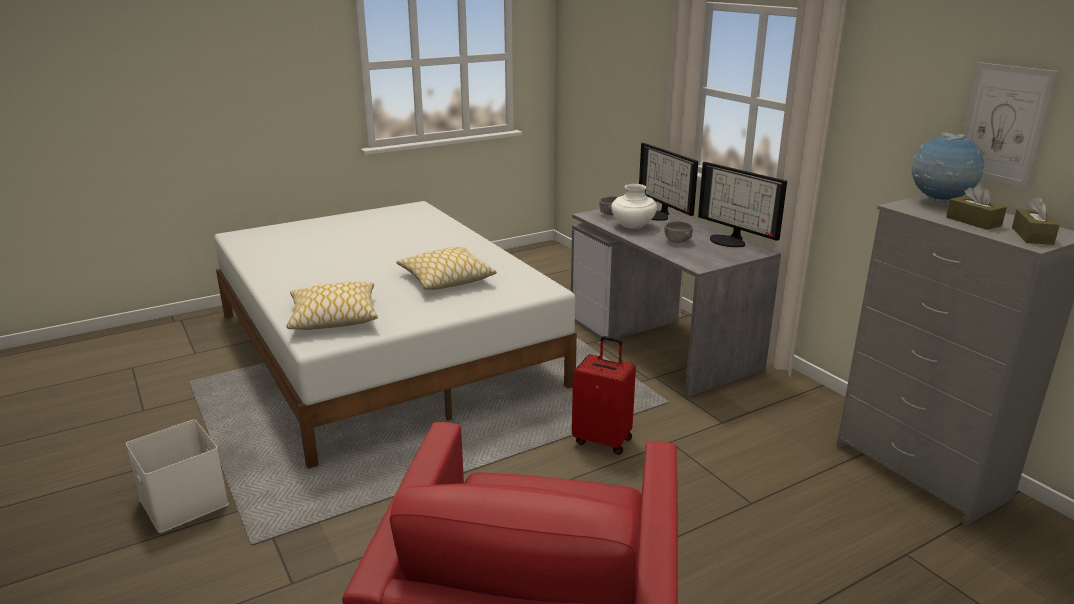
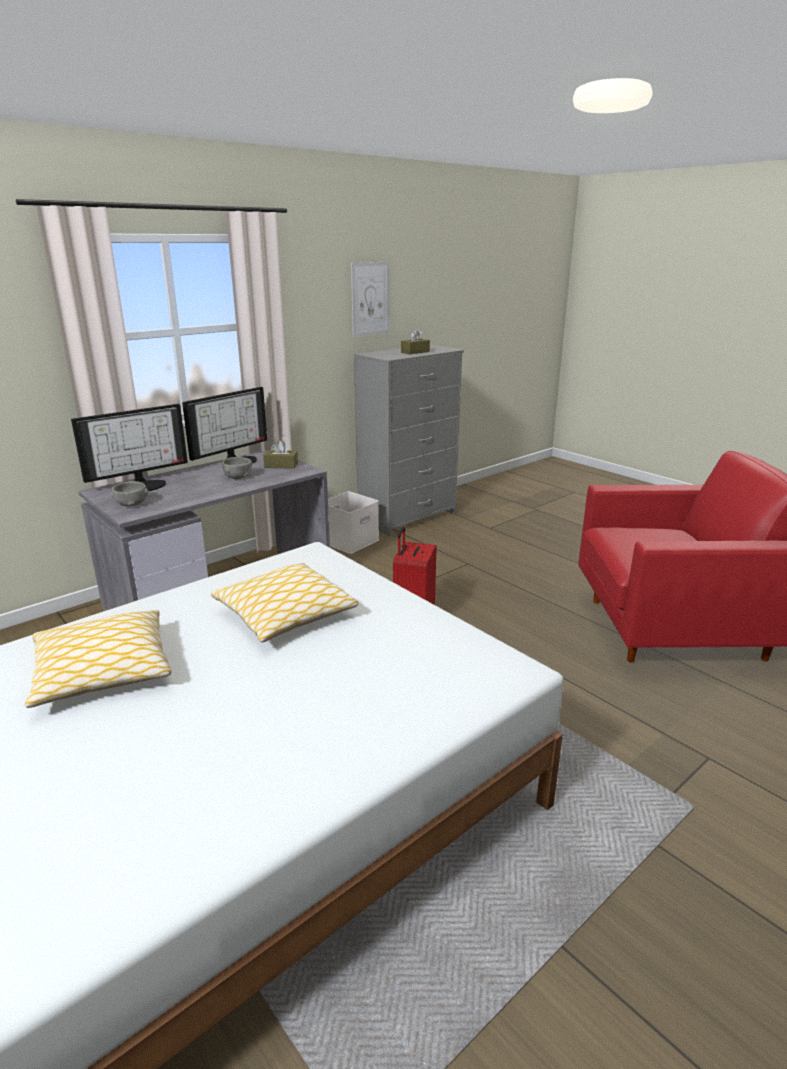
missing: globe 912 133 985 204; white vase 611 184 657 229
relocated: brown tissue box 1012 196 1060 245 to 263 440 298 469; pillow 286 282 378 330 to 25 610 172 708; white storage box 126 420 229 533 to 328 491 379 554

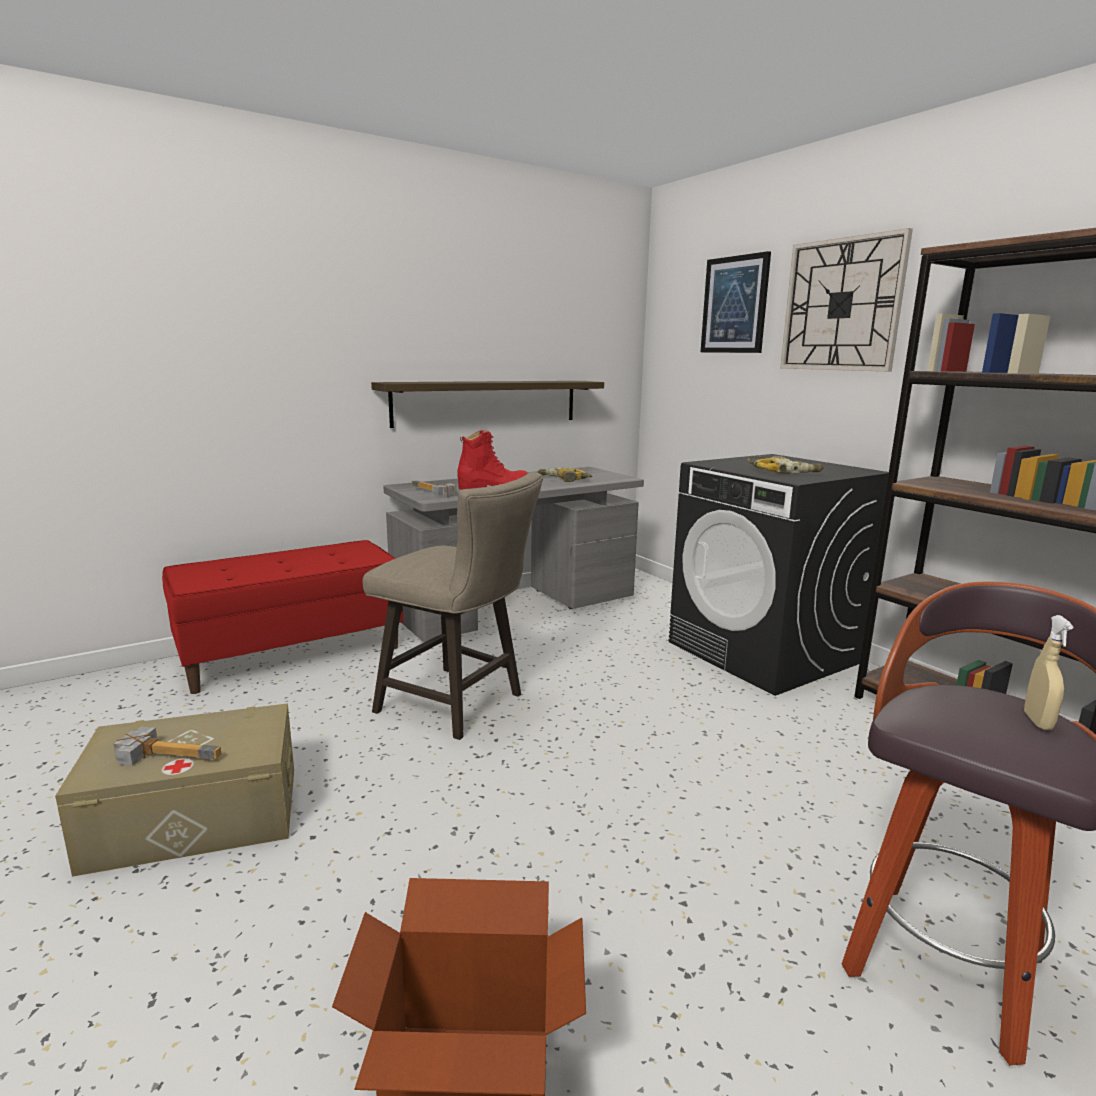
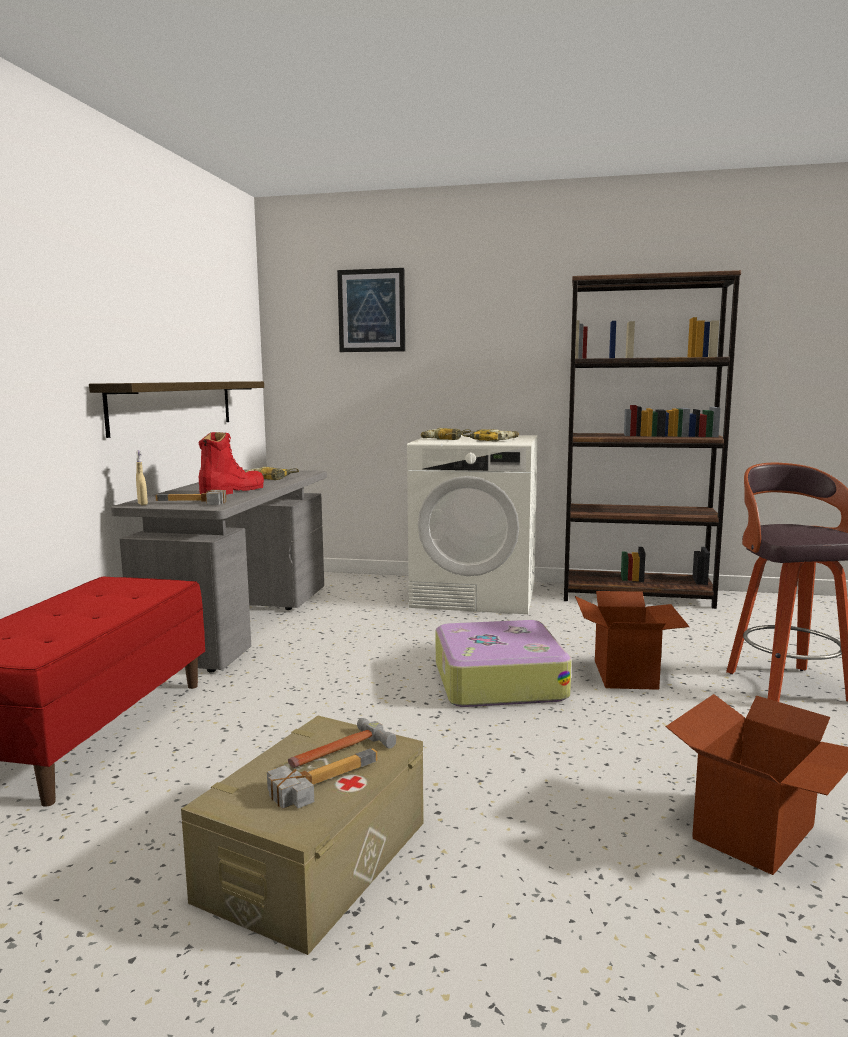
missing: wall clock 780 228 913 372; beige stool 362 472 543 740
appeared: power drill 421 428 471 440; cardboard box 575 591 689 690; suitcase 436 620 572 707; hammer 288 718 397 768
relocated: beige spray bottle 1024 615 1073 730 to 136 450 148 505
colour: black washing machine 669 454 889 696 to white washing machine 407 435 538 614

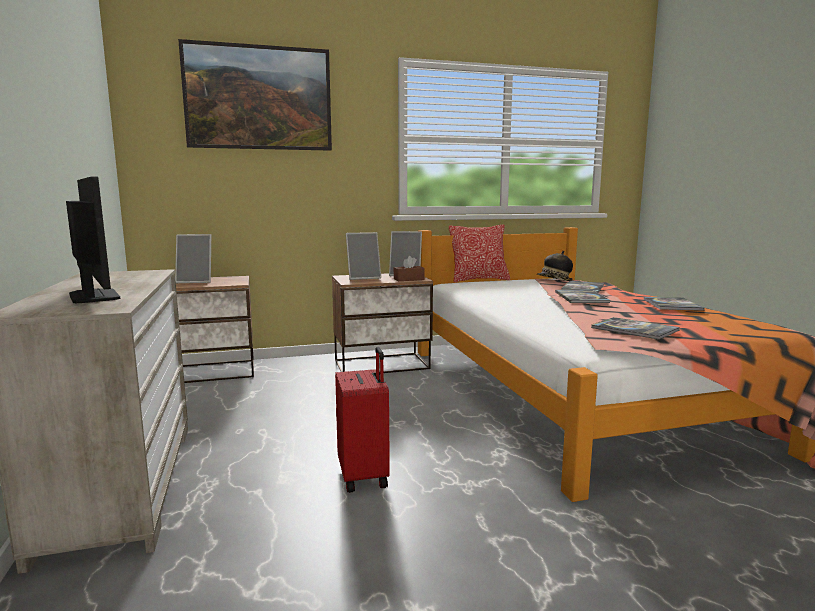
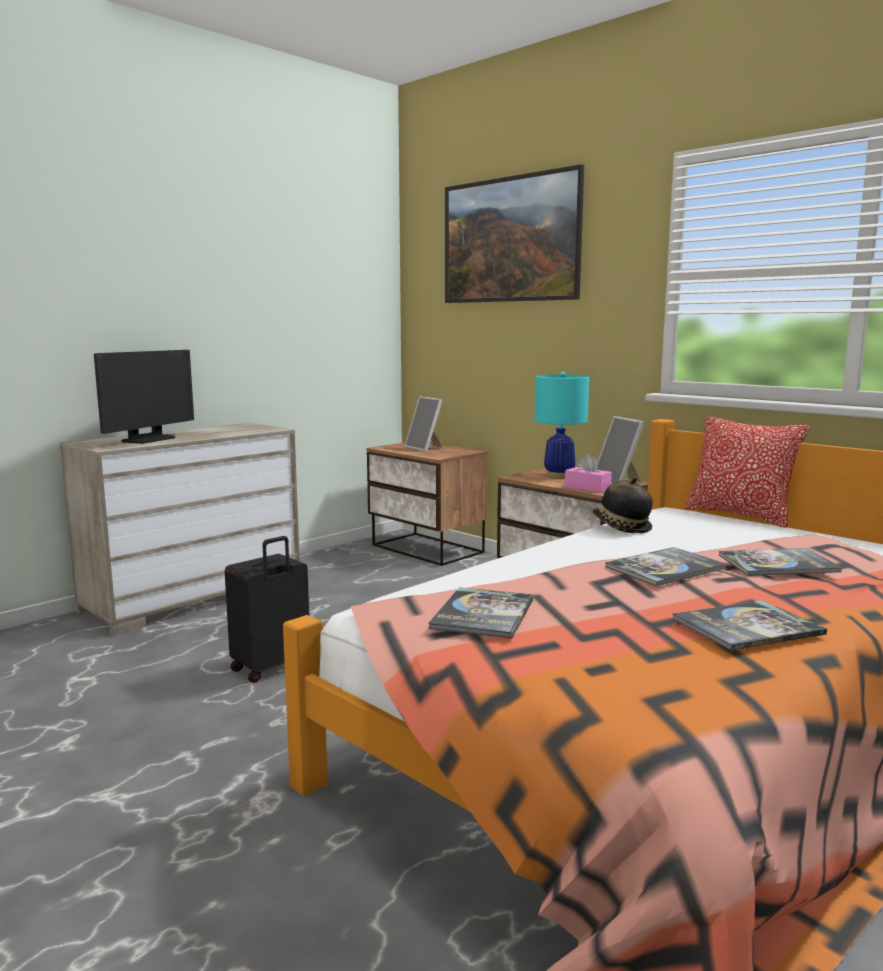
relocated: hat 537 251 573 281 to 592 477 653 533
exchanged: picture frame 346 232 381 280 to turquoise table lamp 535 372 589 478
colour: brown tissue box 394 256 425 281 to pink tissue box 565 454 612 493; red suitcase 335 347 390 493 to black suitcase 225 536 309 683

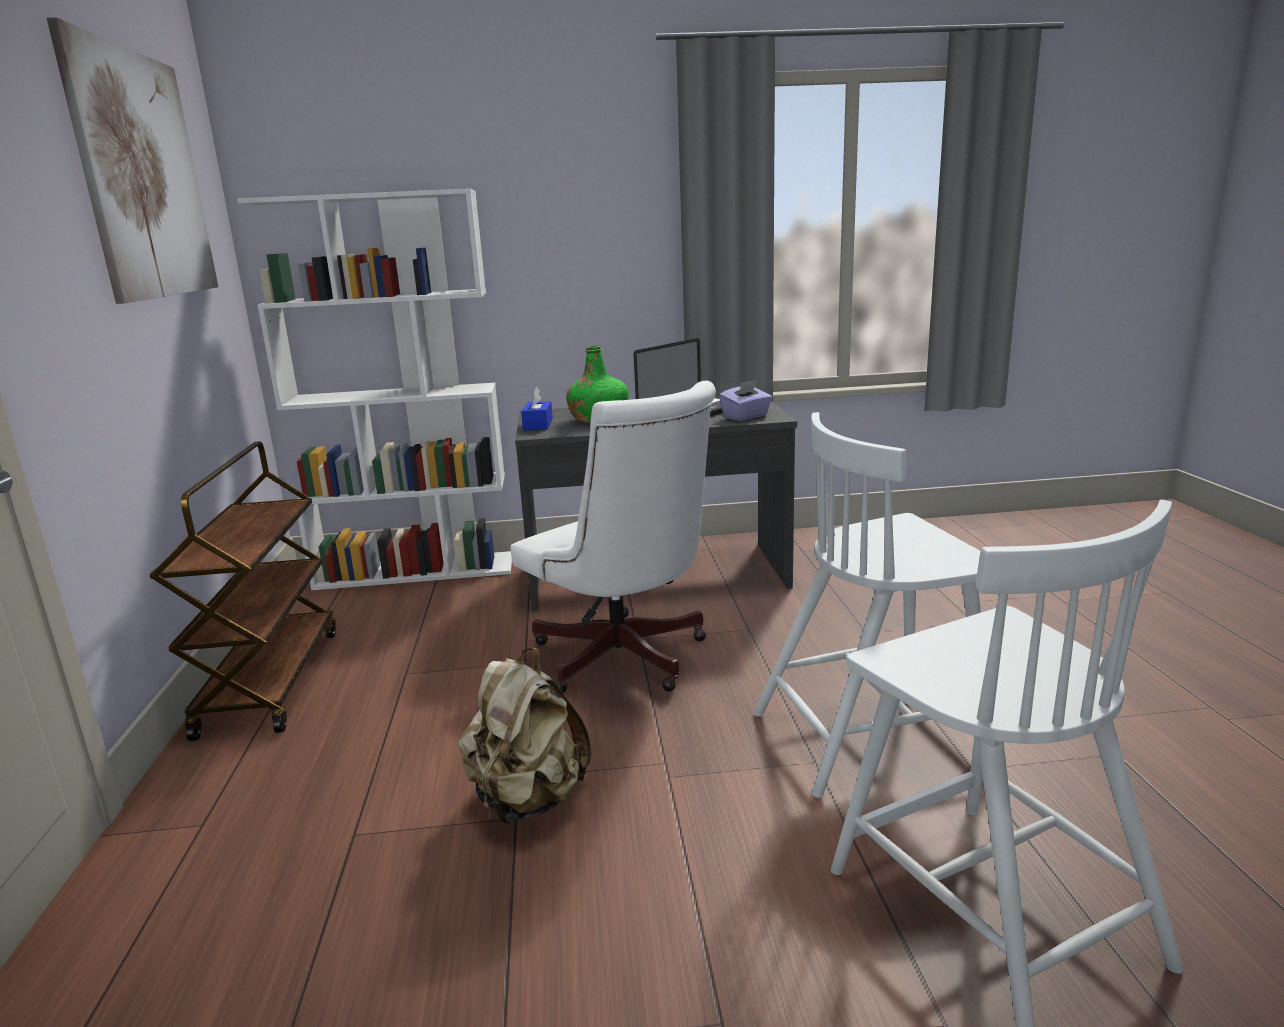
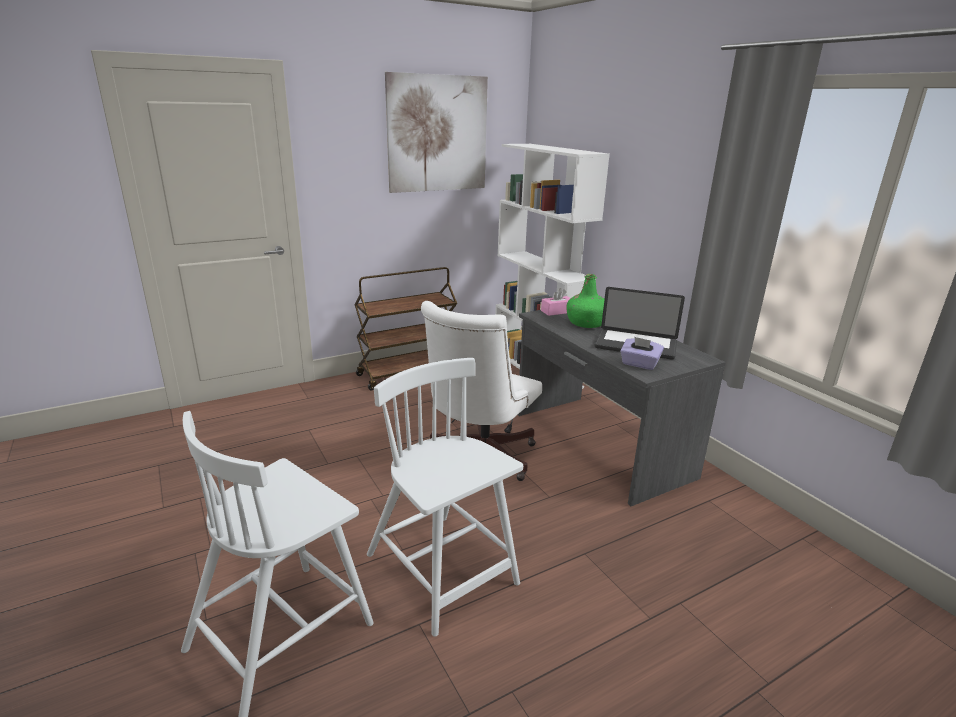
missing: beige backpack 458 648 592 824
colour: blue tissue box 521 387 553 431 to pink tissue box 541 288 571 316

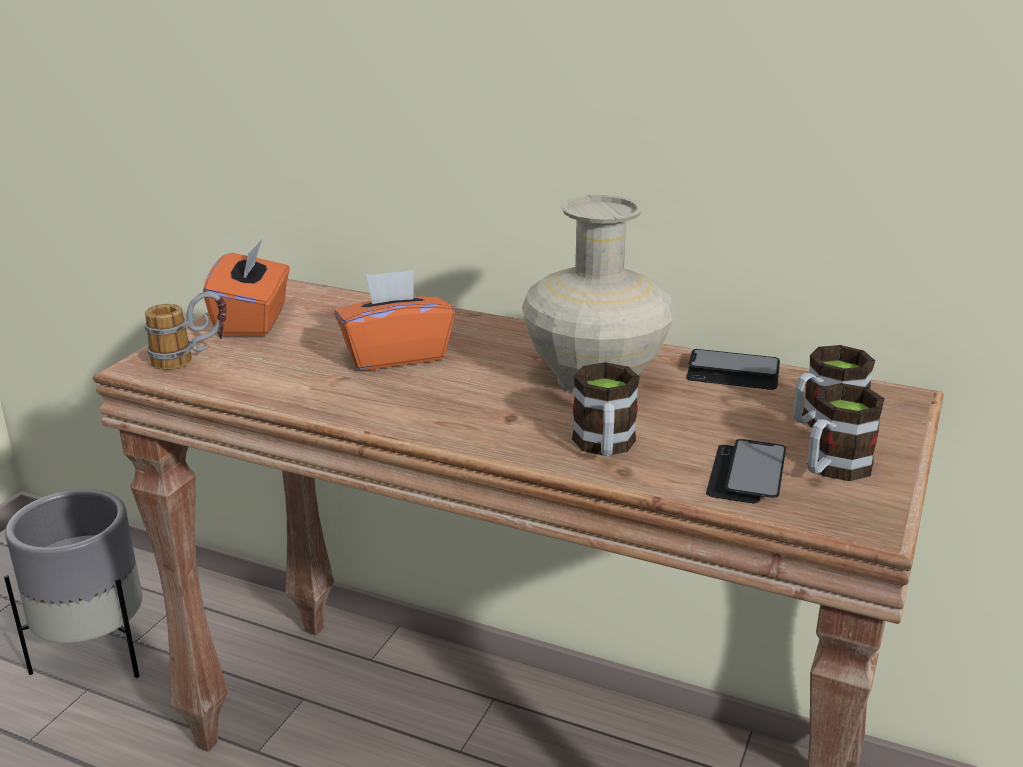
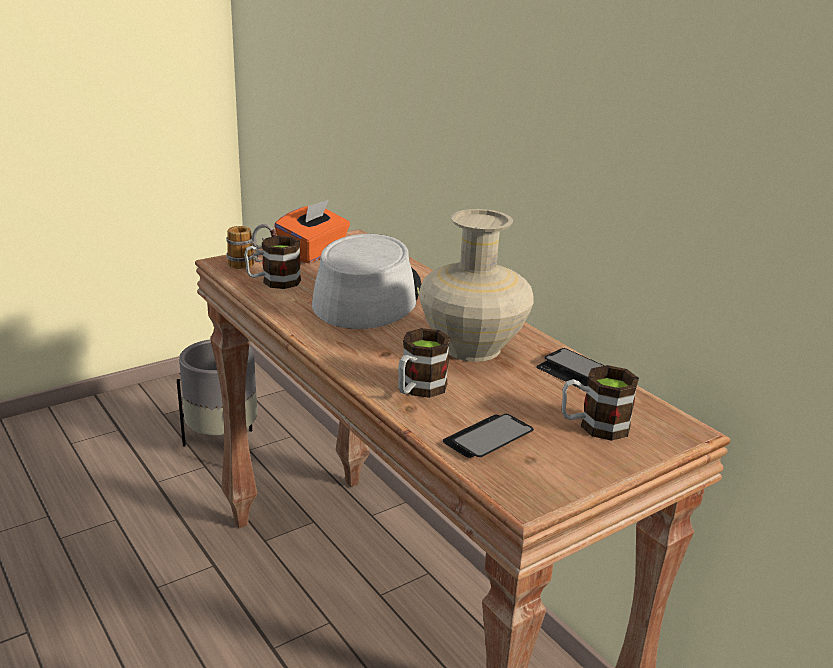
relocated: mug 807 383 885 481 to 244 236 301 289
exchanged: orange tissue box 334 270 455 370 to grey hat 312 234 422 329

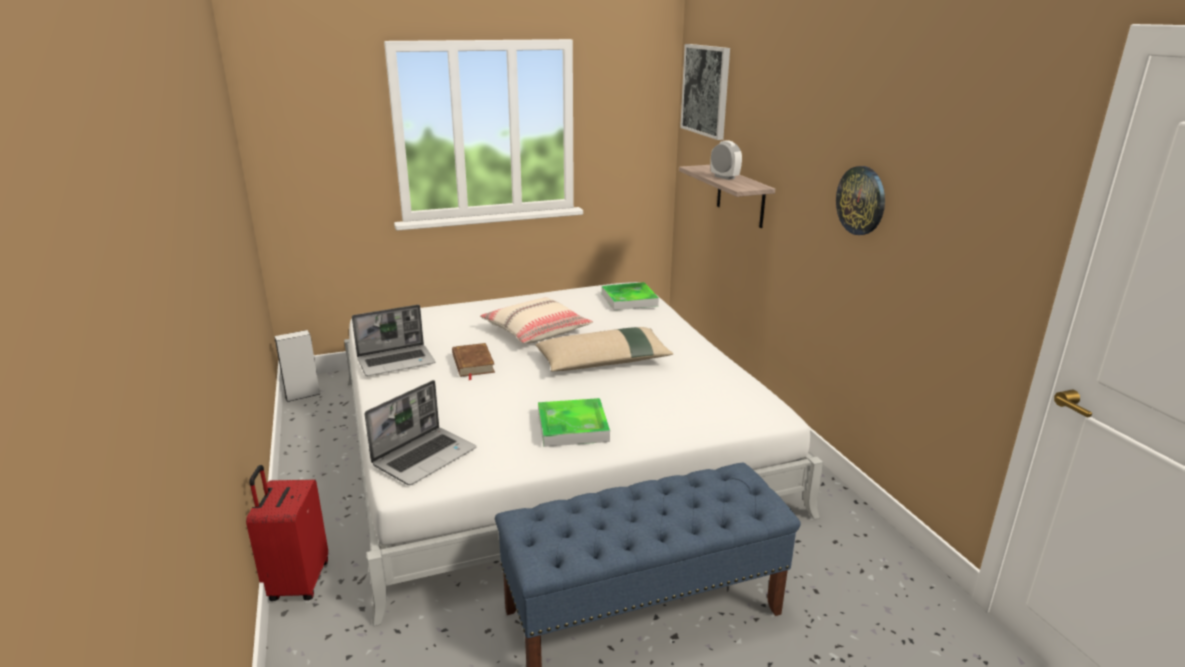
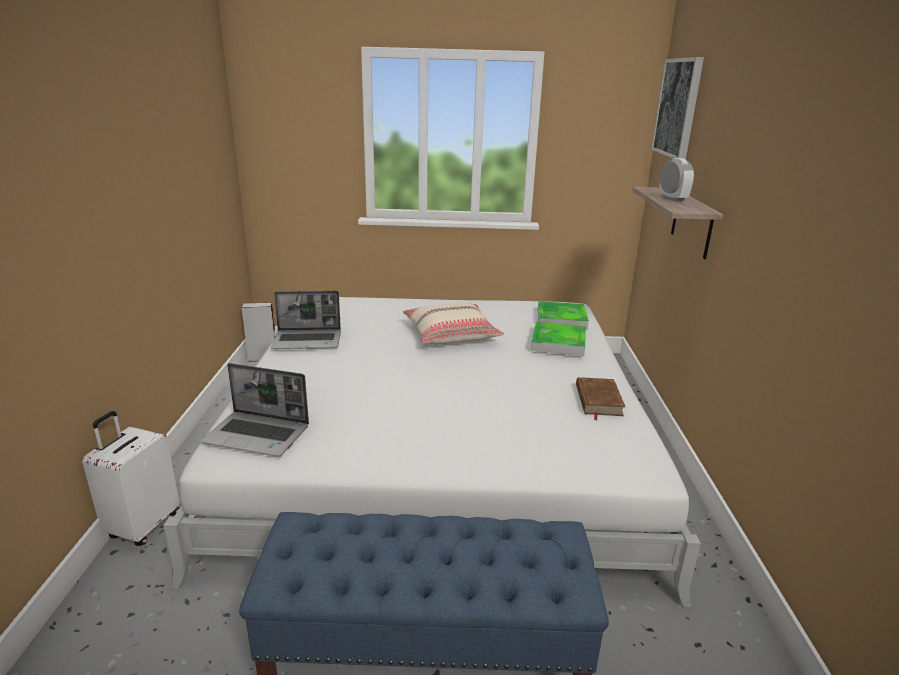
missing: wall clock 836 166 885 235; beige pillow 535 327 674 371
relocated: brown book 452 343 495 380 to 576 377 625 420; tray 538 398 610 447 to 531 322 586 356
colour: red suitcase 246 465 328 601 to white suitcase 82 411 180 546
spun: laptop 365 380 476 485 = 201 363 309 457 45 degrees clockwise

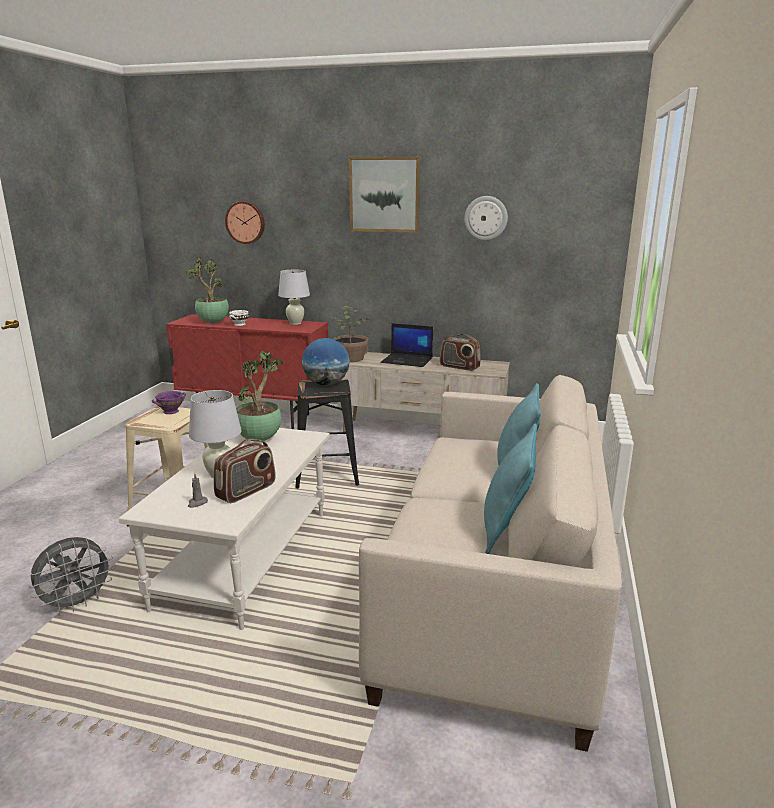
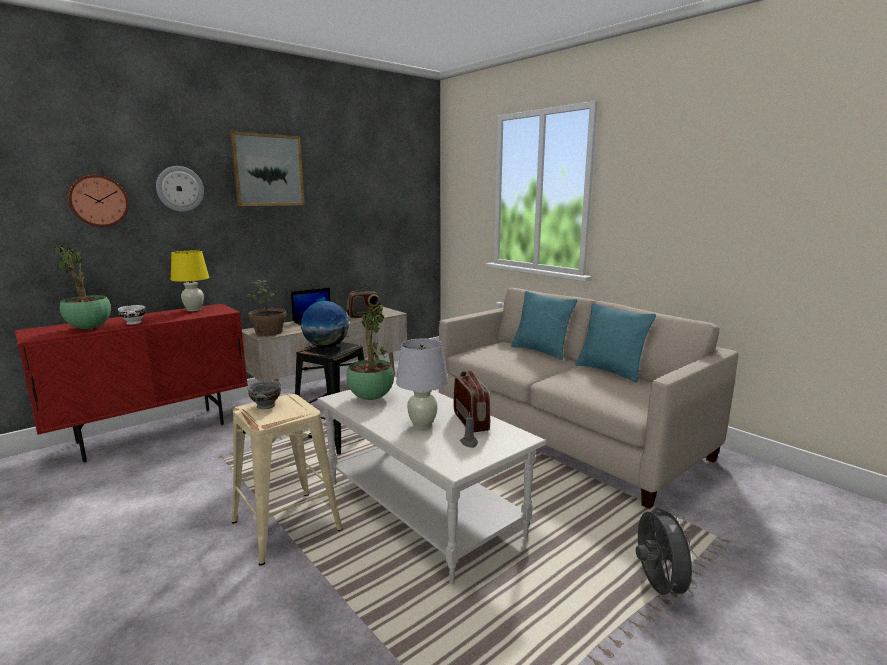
relocated: wall clock 464 196 508 241 to 156 166 204 212; grey fan 28 537 114 613 to 636 505 700 599
colour: white table lamp 278 270 310 325 to yellow table lamp 171 251 209 311; purple bowl 152 391 186 414 to grey bowl 247 380 281 409

